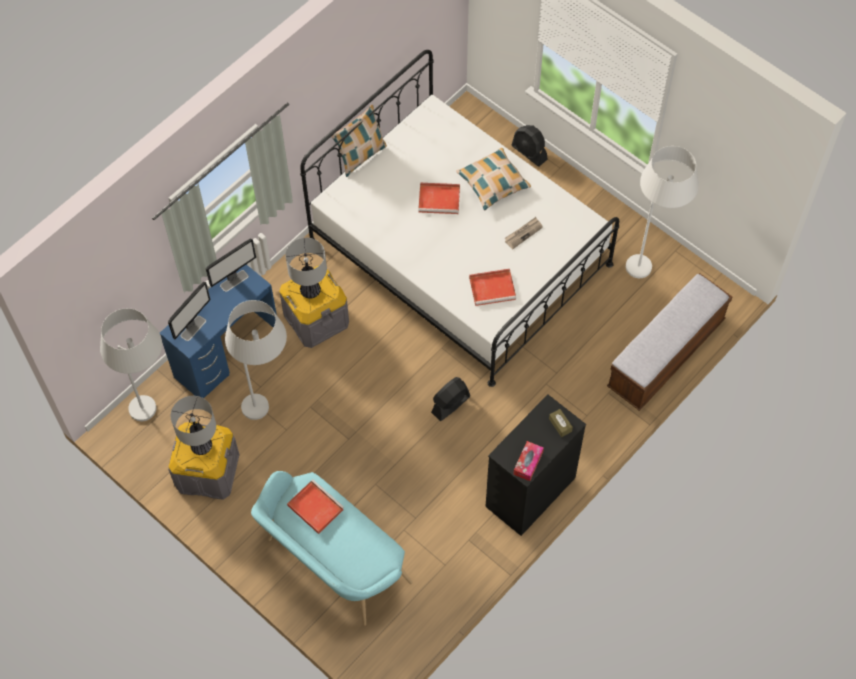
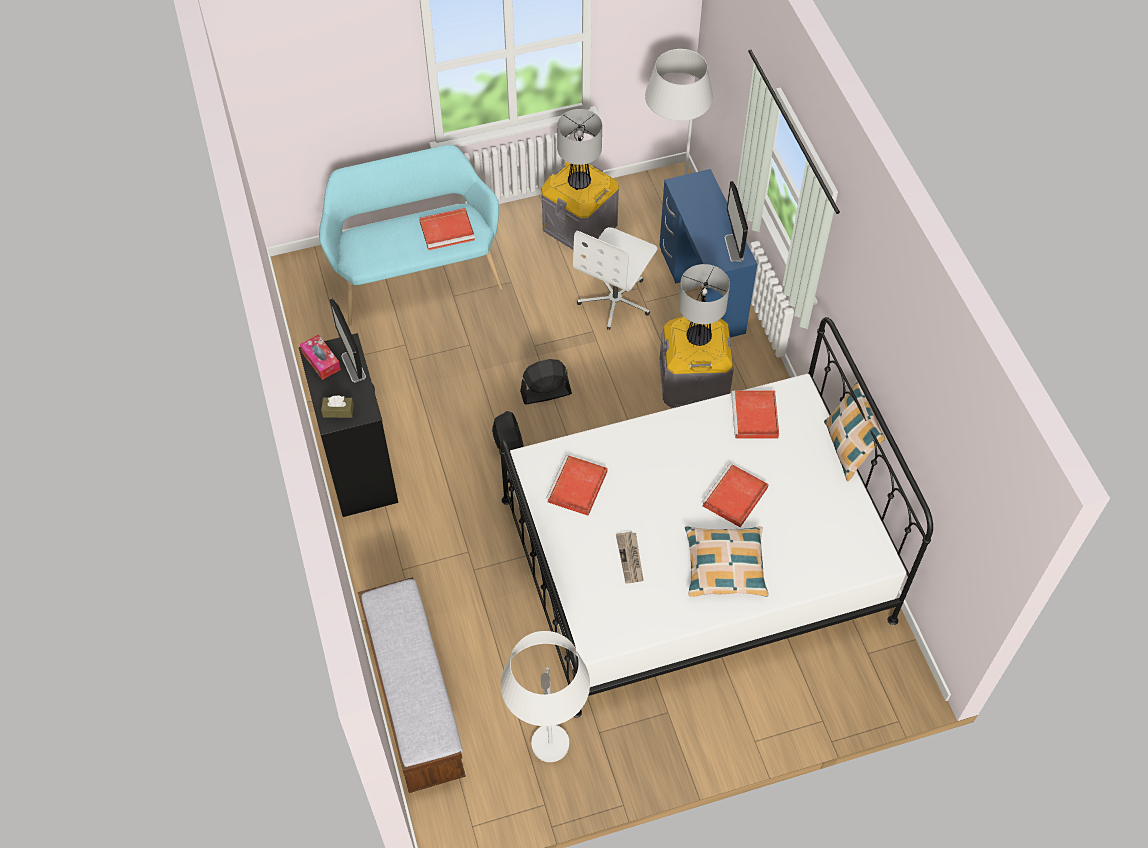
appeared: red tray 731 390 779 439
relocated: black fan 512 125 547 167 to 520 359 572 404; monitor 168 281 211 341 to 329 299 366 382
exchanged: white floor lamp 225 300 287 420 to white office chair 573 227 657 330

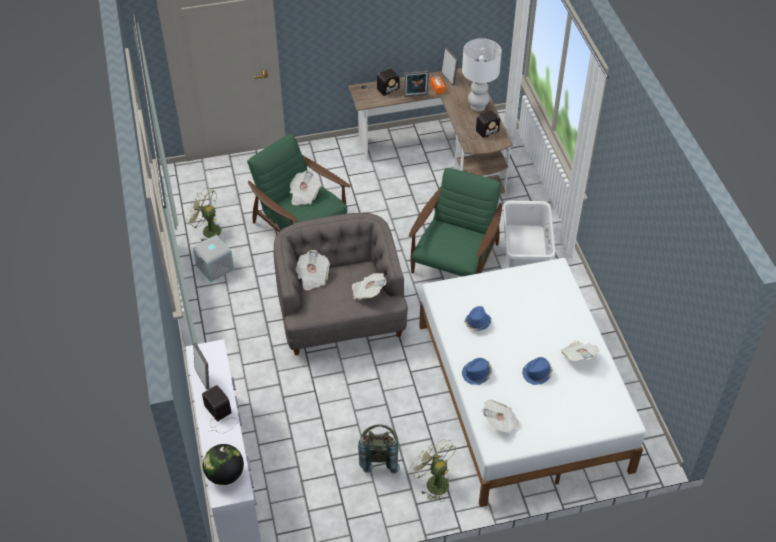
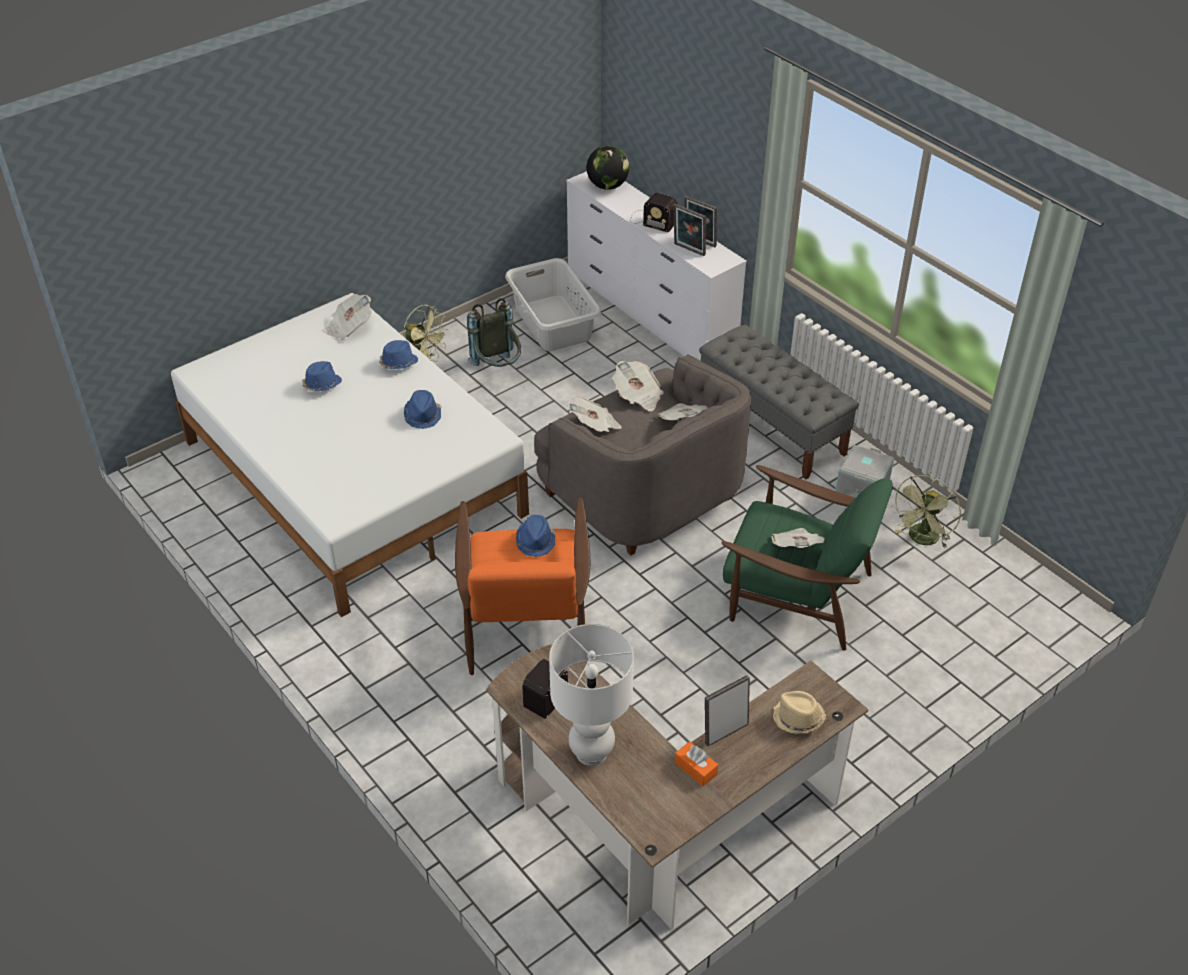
appeared: grey bench 699 325 859 479; blue hat 516 515 555 557
relocated: picture frame 441 47 459 85 to 674 204 706 256; grey laundry basket 503 201 556 268 to 505 258 601 351; newspaper 560 341 600 361 to 613 361 664 411
exchanged: radio 366 68 400 99 to beige hat 773 691 826 734
colour: green armchair 409 168 502 276 to orange armchair 455 497 590 675
spun: green fan 186 188 222 241 = 891 475 961 548 120 degrees clockwise

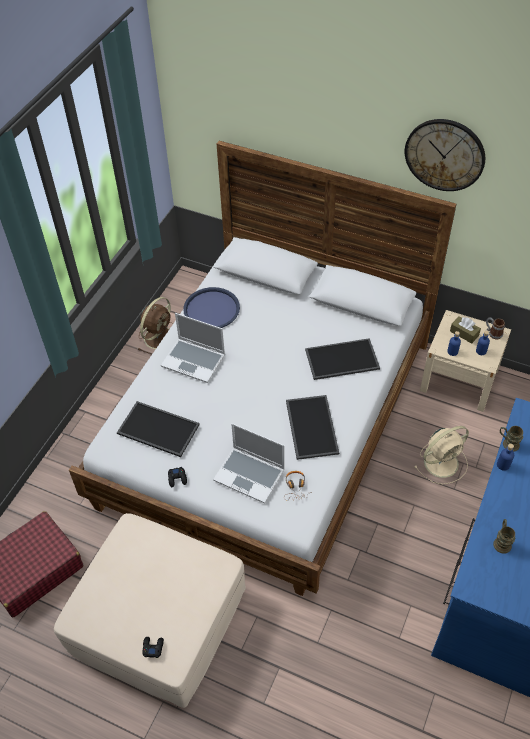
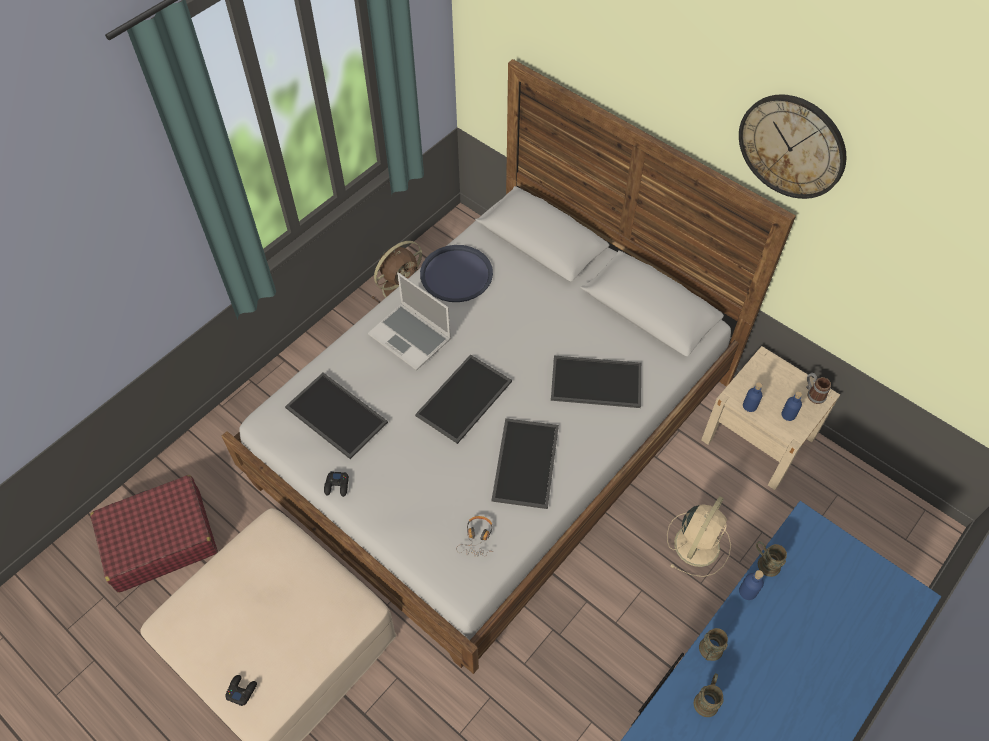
missing: brown tissue box 450 317 481 344; laptop 213 423 285 504
appeared: tray 415 354 512 444; brown mug 699 628 728 661
spun: beige fan 414 426 469 485 = 667 496 731 577 45 degrees counterclockwise

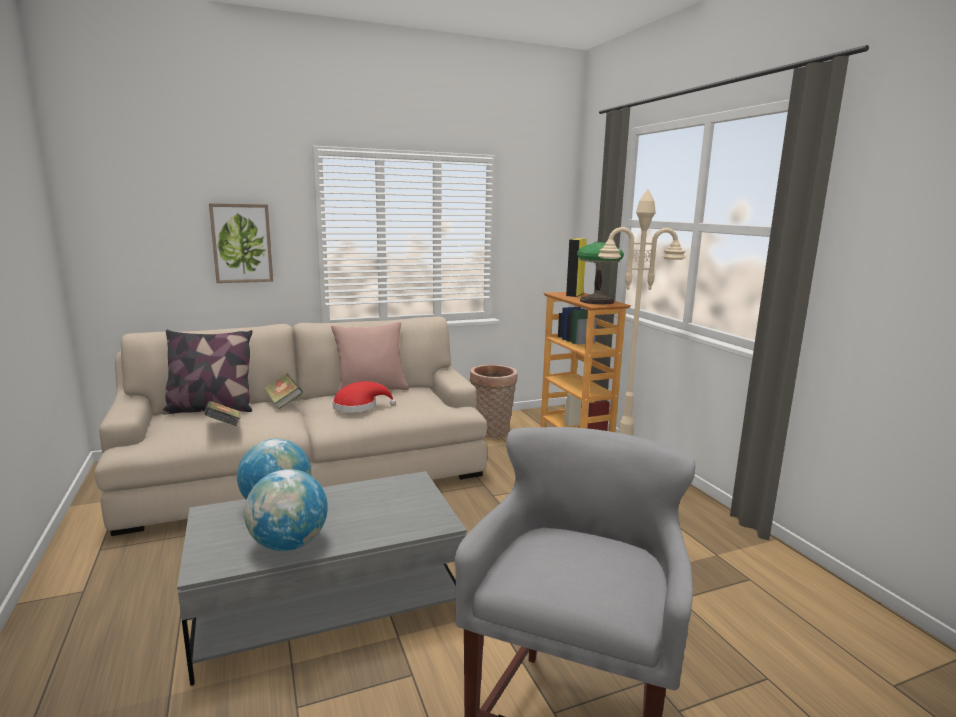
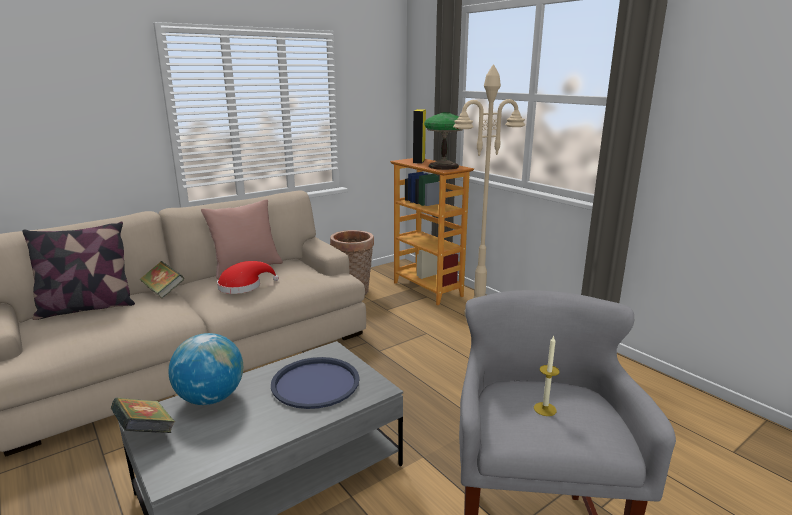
missing: picture 209 203 273 283; globe 244 469 328 551
appeared: candle 534 335 560 416; blue tray 271 357 360 409
relocated: book 204 401 241 426 to 111 398 175 433

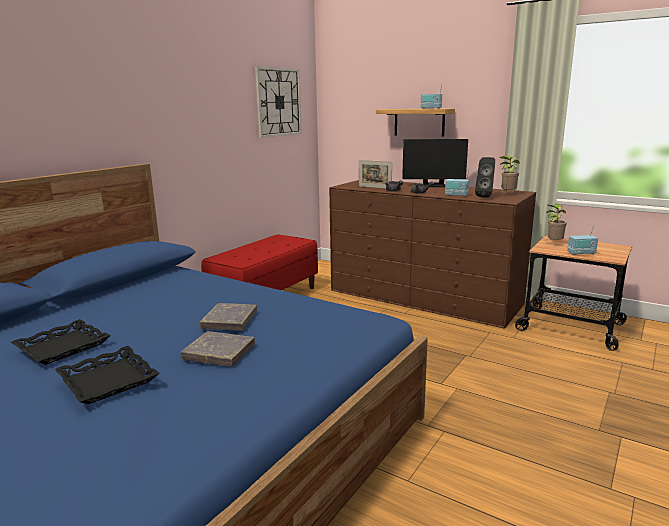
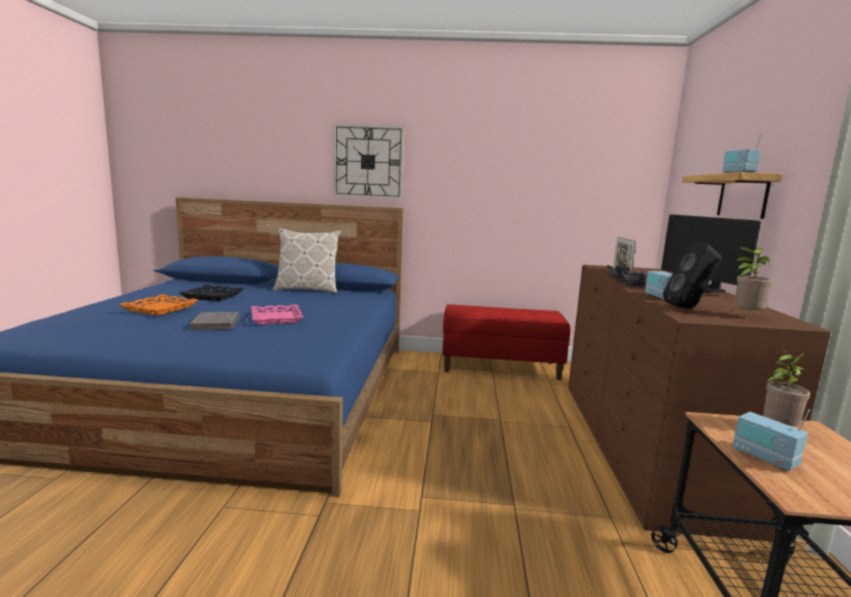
appeared: pillow 273 228 341 293
relocated: wall clock 255 66 302 138 to 333 123 404 200
exchanged: grey book 200 303 257 331 to pink tray 251 304 303 325
colour: black tray 55 346 160 404 to orange tray 119 294 198 315

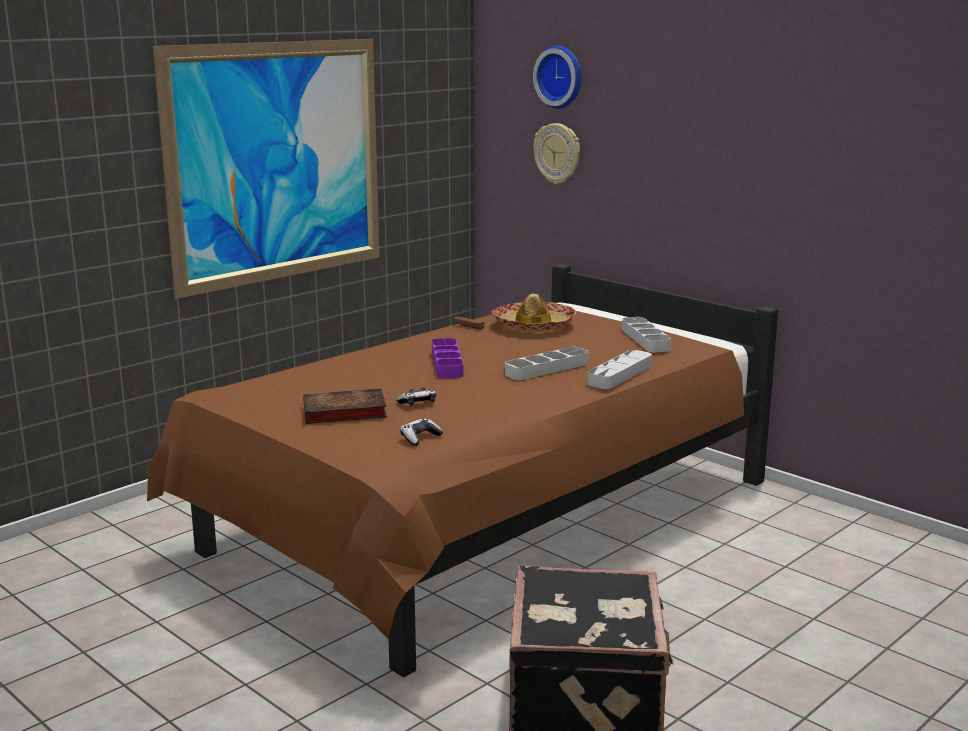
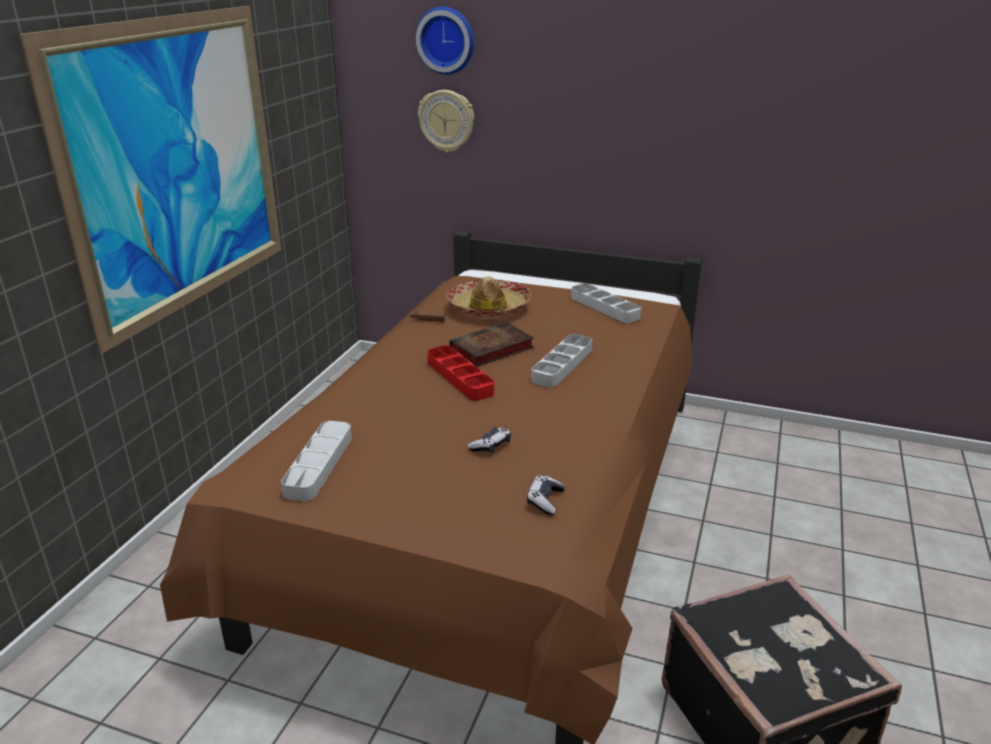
relocated: grey tray 588 350 652 389 to 281 421 352 501; book 303 388 387 424 to 449 322 534 367
colour: purple tray 432 338 463 378 to red tray 427 345 494 401

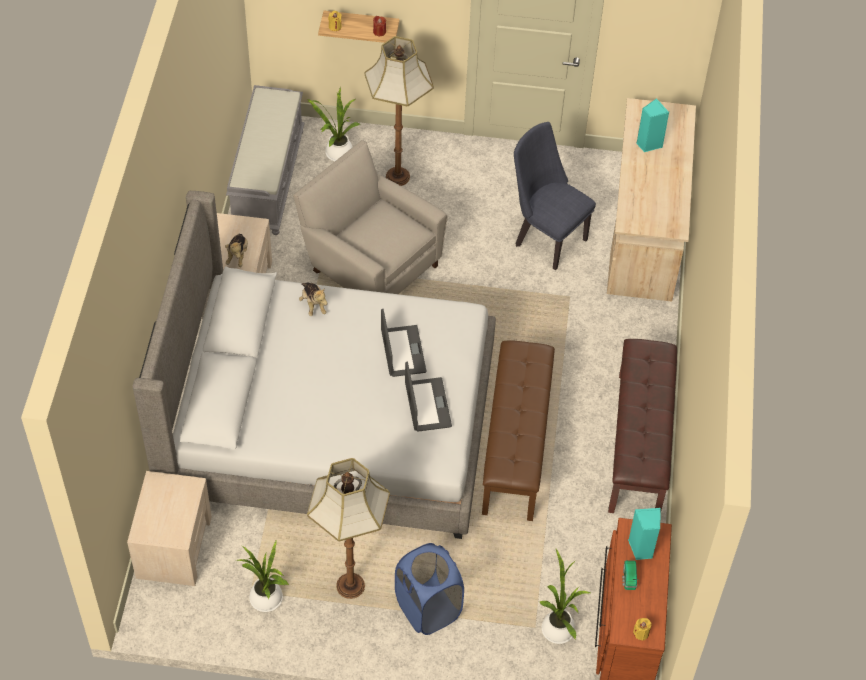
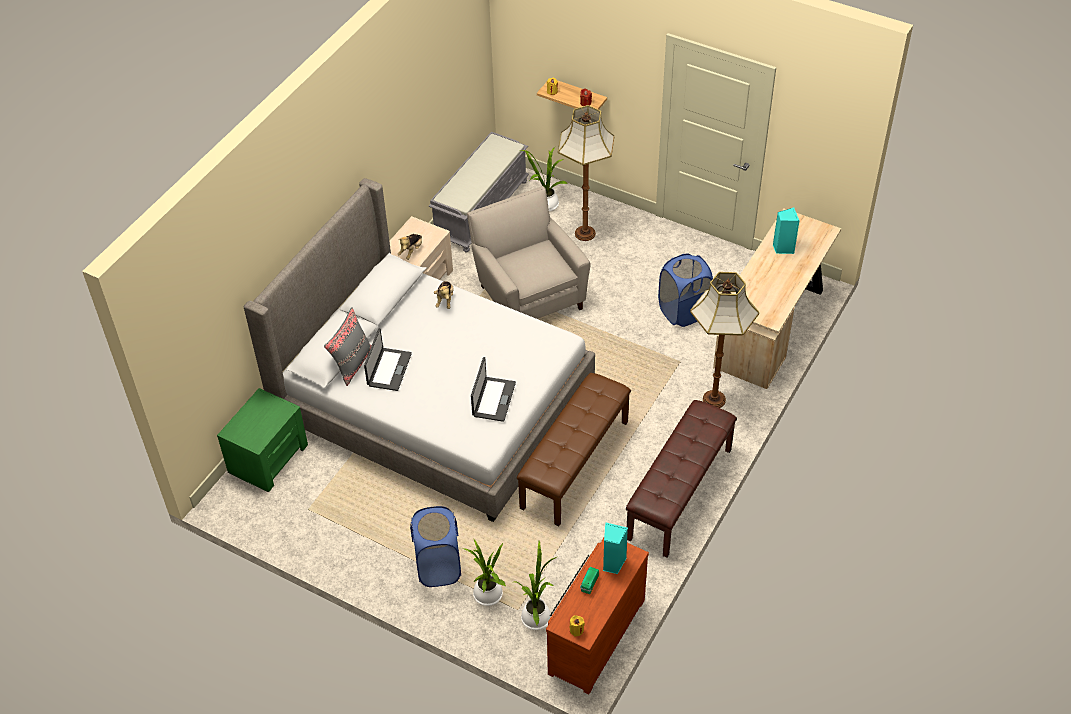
appeared: grey pillow 324 308 372 386
relocated: laptop 381 309 426 377 to 364 328 412 391; floor lamp 307 458 390 599 to 690 272 759 408; potted plant 236 539 289 612 to 462 540 506 606
exchanged: blue chair 514 122 596 270 to blue laundry basket 658 254 713 327
colour: beige nightstand 127 471 212 586 to green nightstand 217 388 308 492

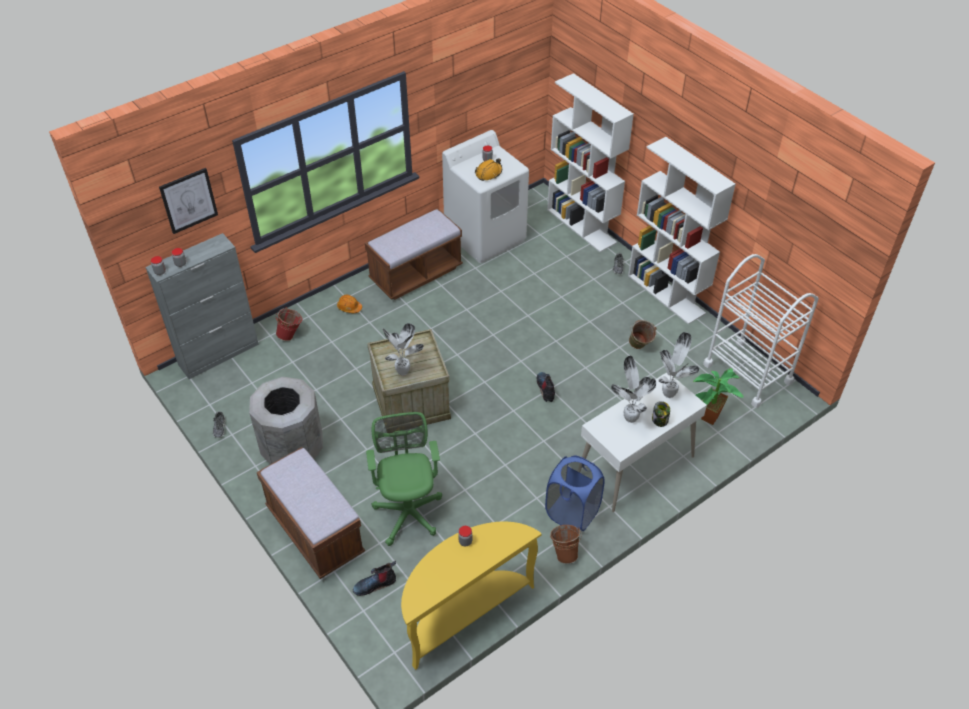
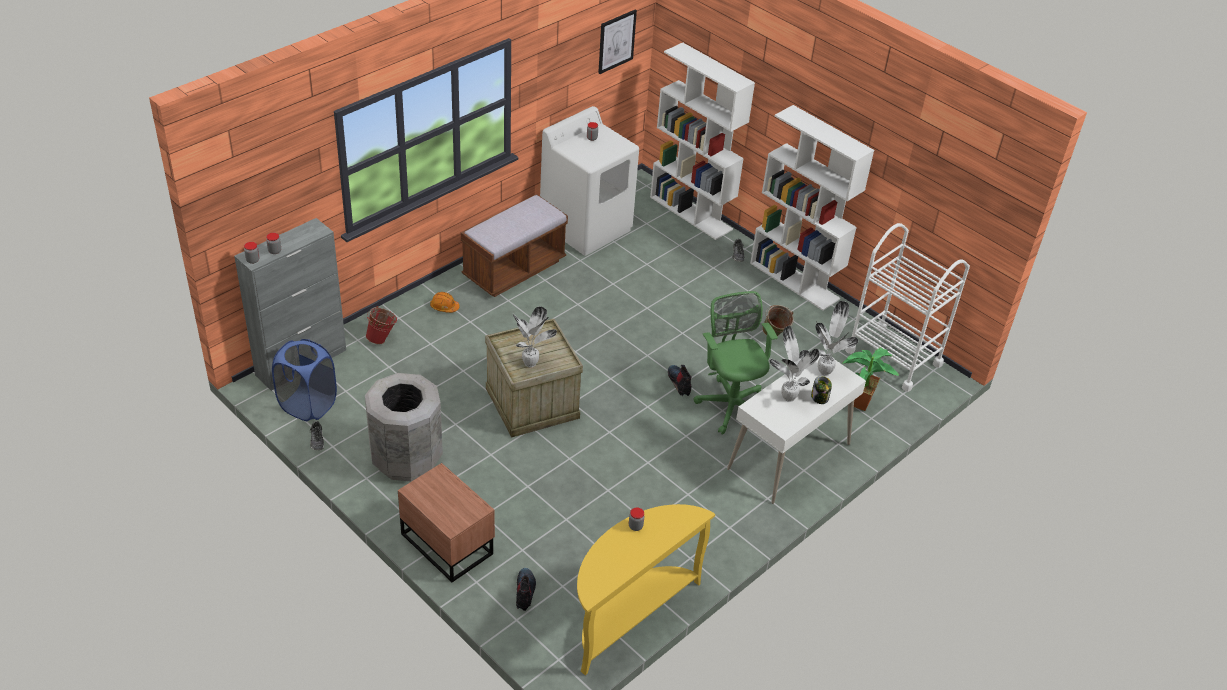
missing: orange hard hat 475 159 502 181; brown bucket 550 525 581 564
relocated: picture 159 168 218 234 to 598 9 637 74; green office chair 366 412 442 546 to 693 291 778 434; blue laundry basket 545 456 605 531 to 272 339 337 421
exchanged: brown bench 257 447 365 579 to brown nightstand 398 463 495 582
spun: boot 353 561 396 596 = 516 568 536 611 120 degrees clockwise

